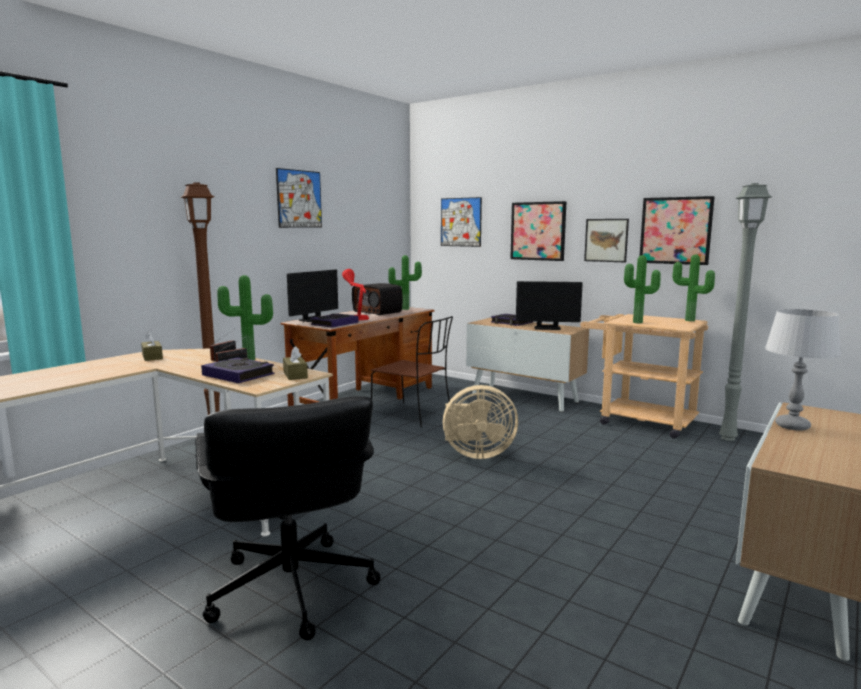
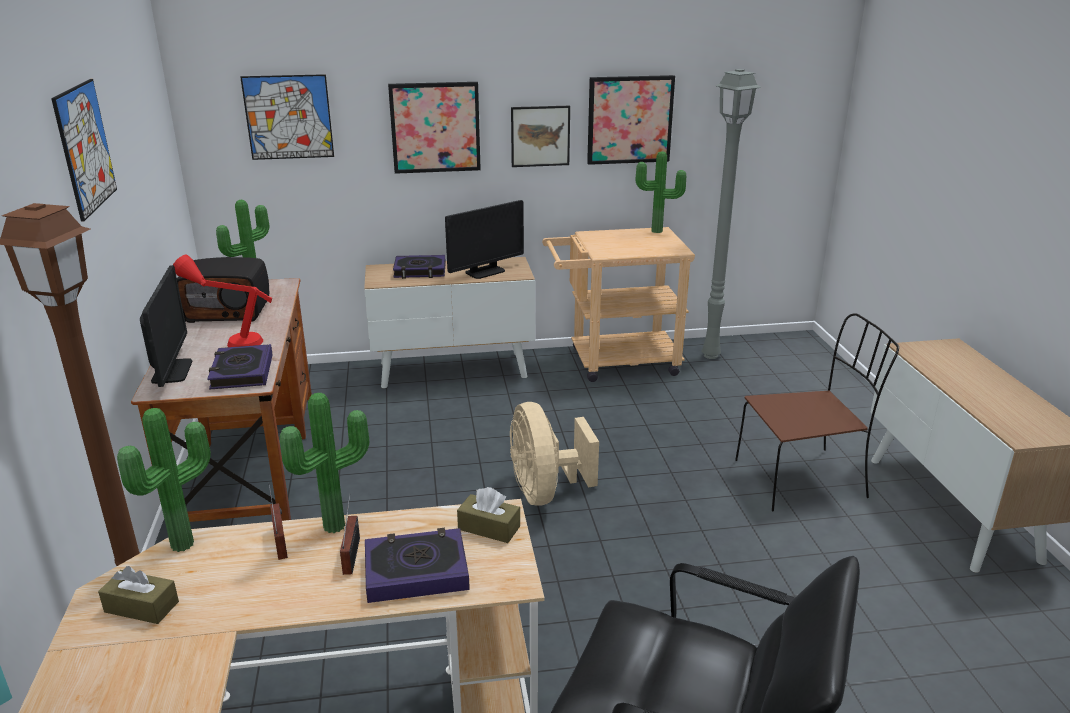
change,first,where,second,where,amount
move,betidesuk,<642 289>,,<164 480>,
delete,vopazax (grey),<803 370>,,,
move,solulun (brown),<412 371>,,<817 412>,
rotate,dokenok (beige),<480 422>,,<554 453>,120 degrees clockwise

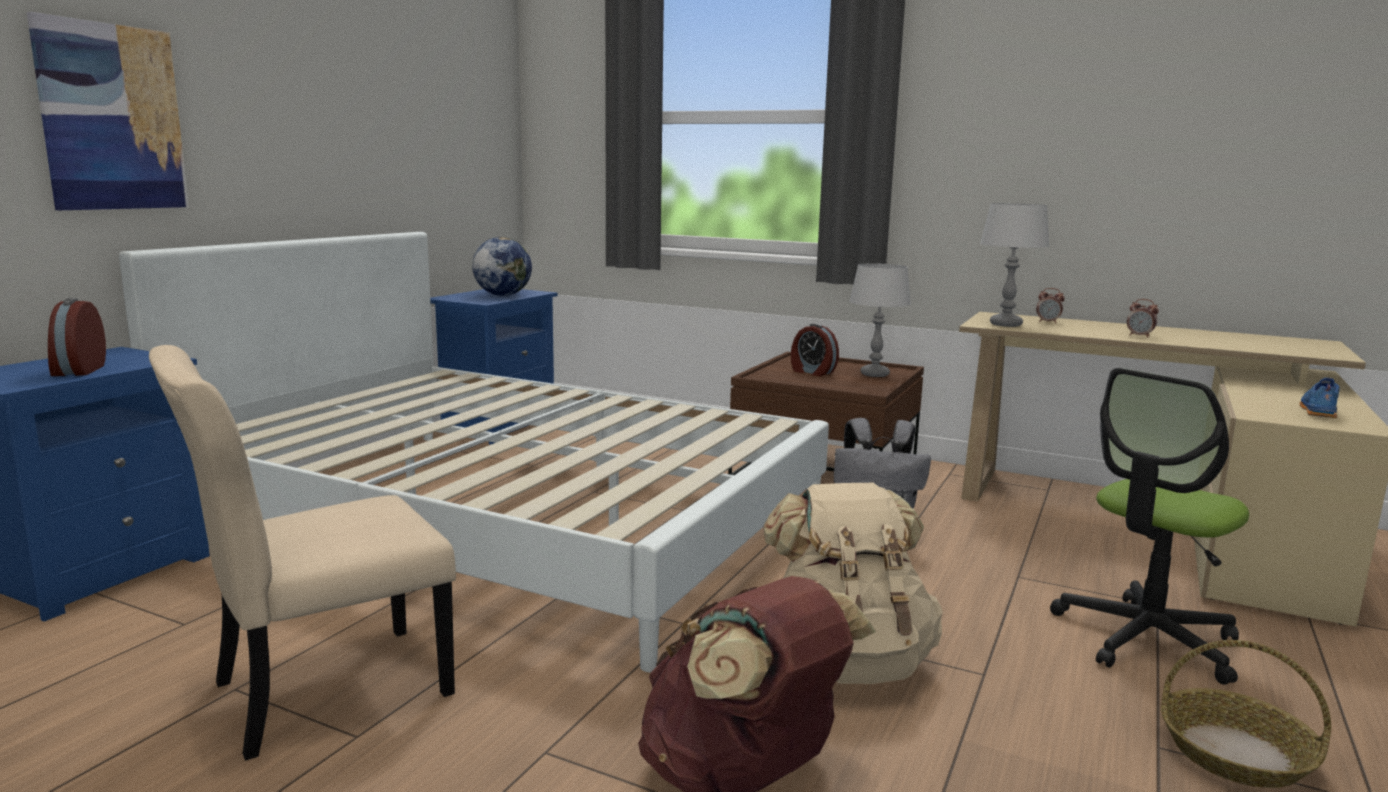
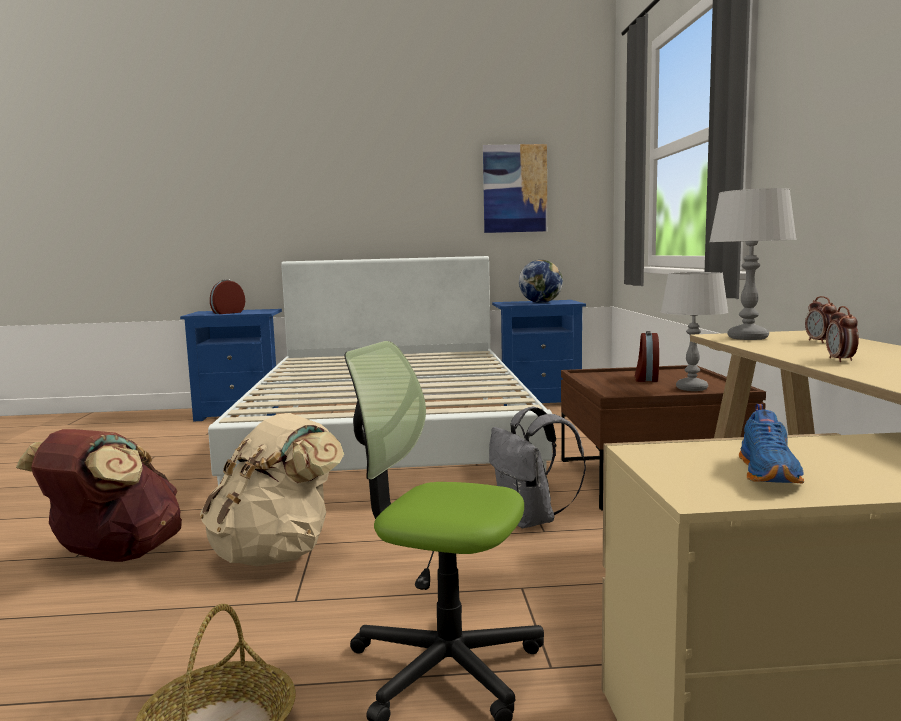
change,first,where,second,where,amount
move,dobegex,<108 111>,,<515 188>,
delete,solulun (beige),<302 553>,,,
rotate,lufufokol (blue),<1319 398>,,<771 443>,105 degrees clockwise

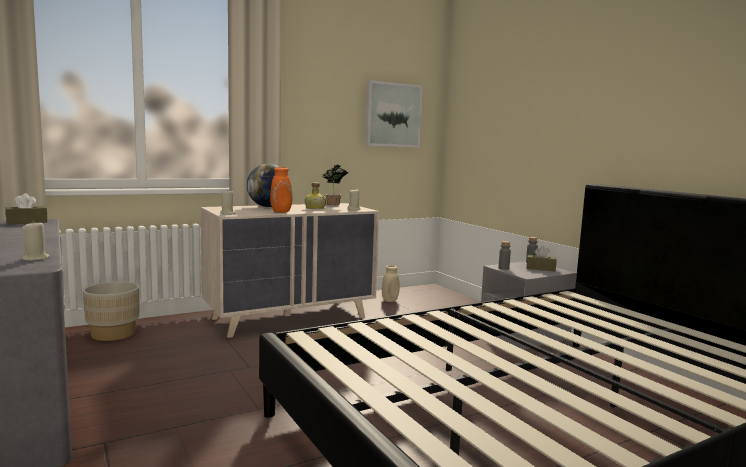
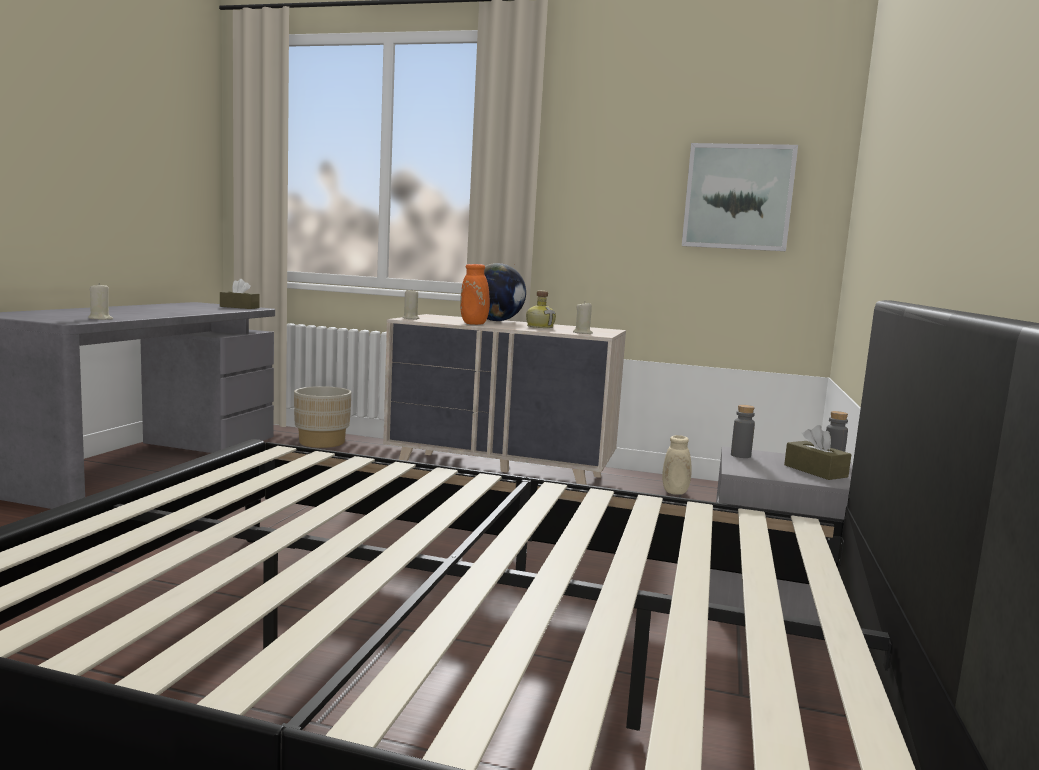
change,first,where,second,where,amount
delete,betidesuk,<336 185>,,,

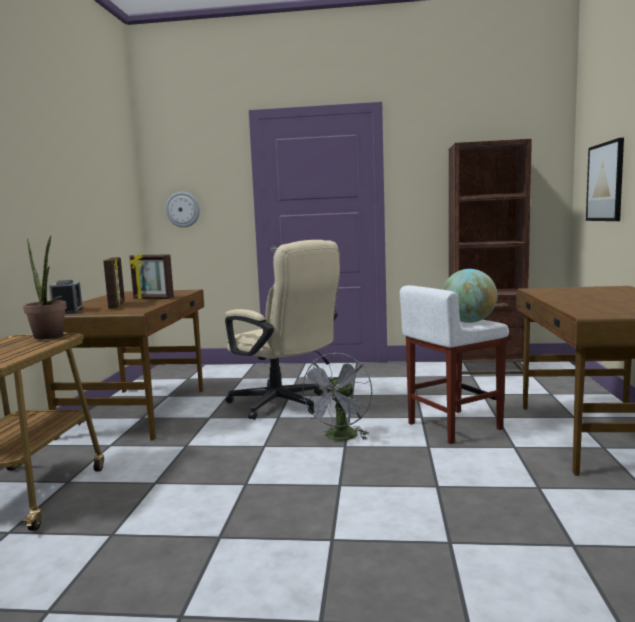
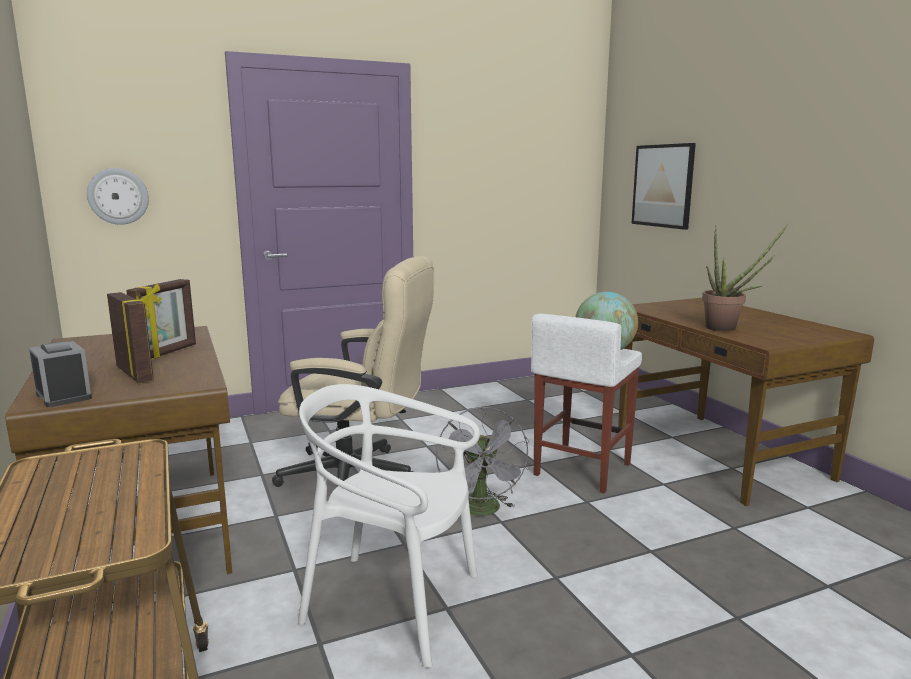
change,first,where,second,where,amount
delete,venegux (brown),<490 257>,,,
move,betidesuk,<45 288>,,<745 277>,
rotate,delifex,<151 276>,,<161 319>,60 degrees counterclockwise
insert,,,solulun (white),<389 526>,

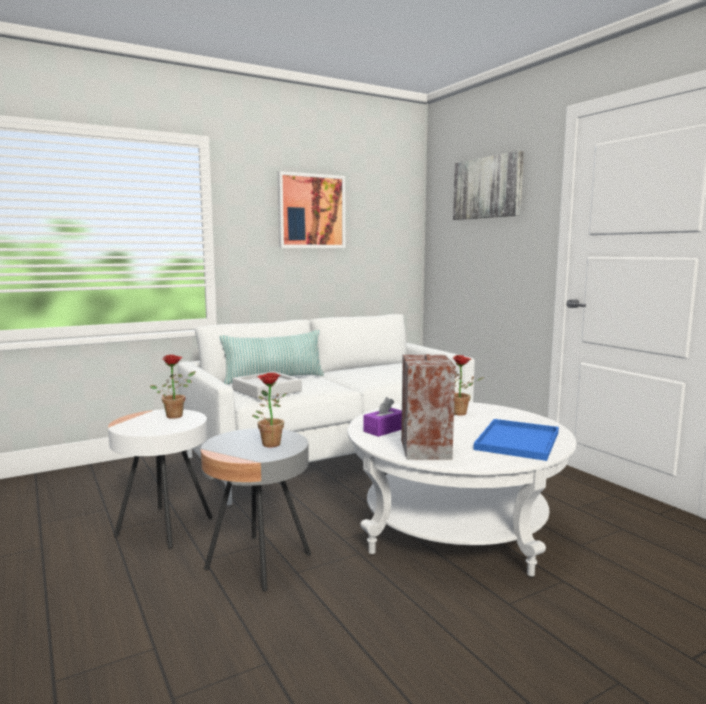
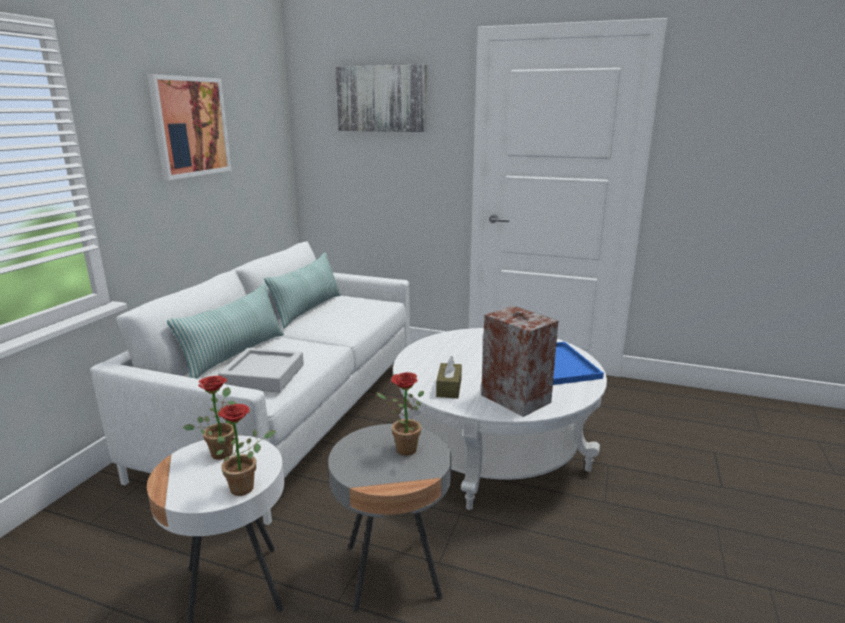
change,first,where,second,where,amount
move,betidesuk,<468 385>,,<246 450>,
recolor,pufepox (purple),<383 417>,pufepox (brown),<449 377>,
insert,,,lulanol,<302 290>,

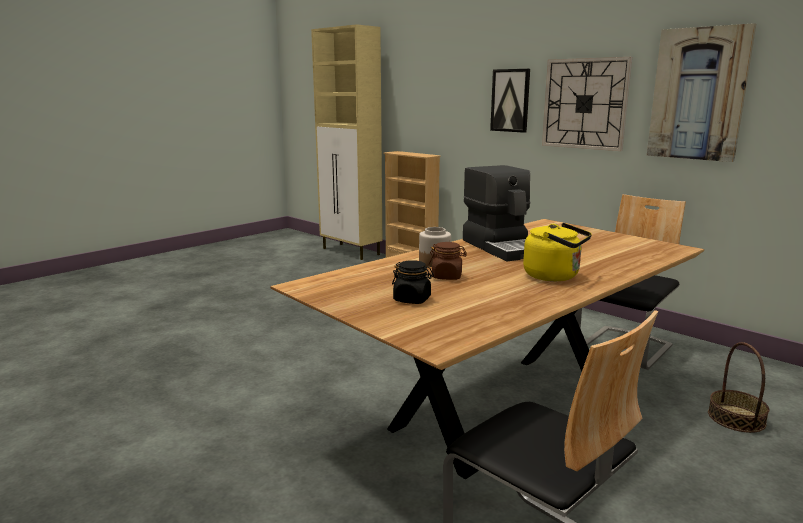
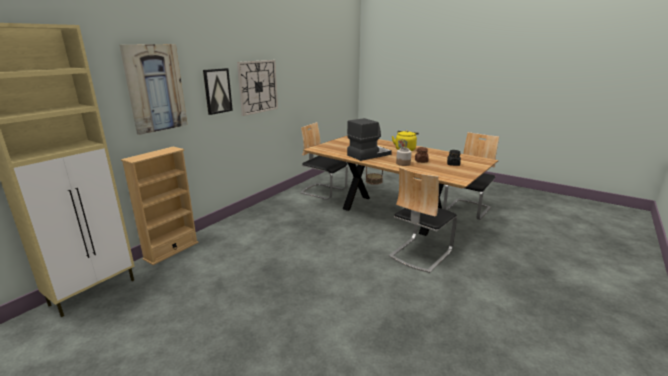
change,first,where,second,where,amount
move,dobegex,<701 92>,,<153 89>,
insert,,,solulun,<423 220>,

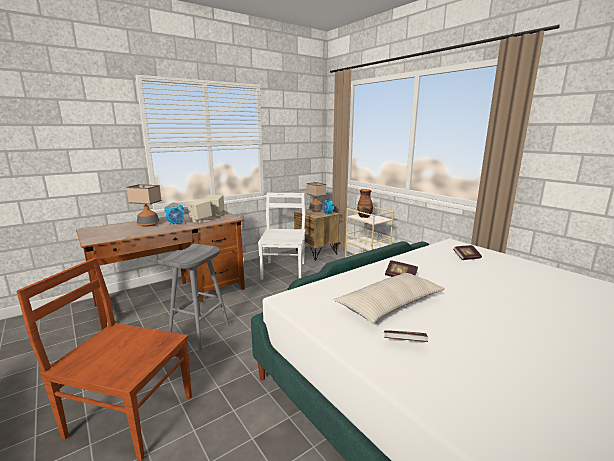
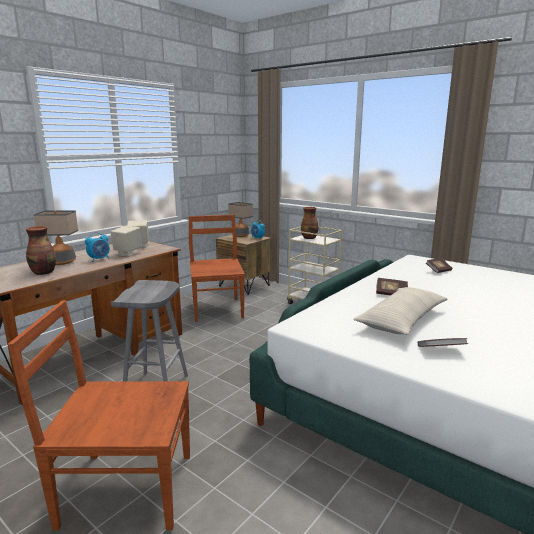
change,first,where,second,where,amount
recolor,solulun (white),<281 236>,solulun (brown),<217 268>,
insert,,,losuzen,<41 250>,

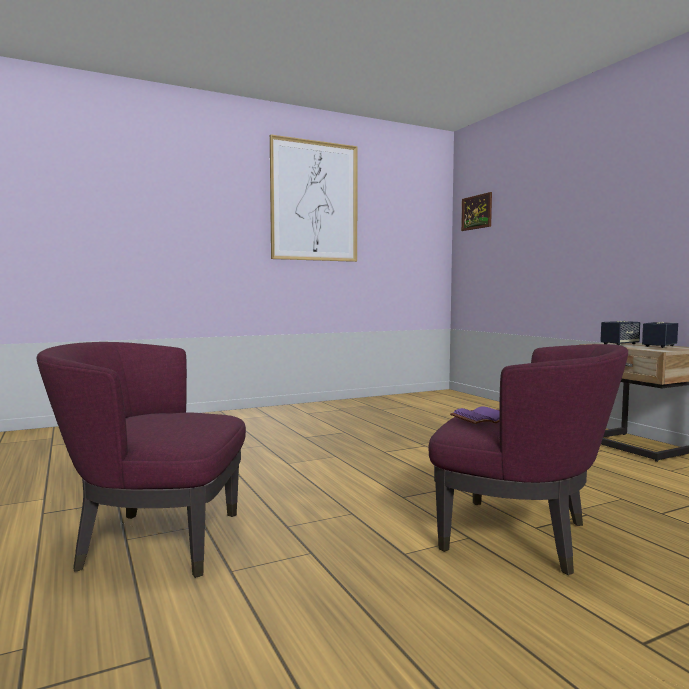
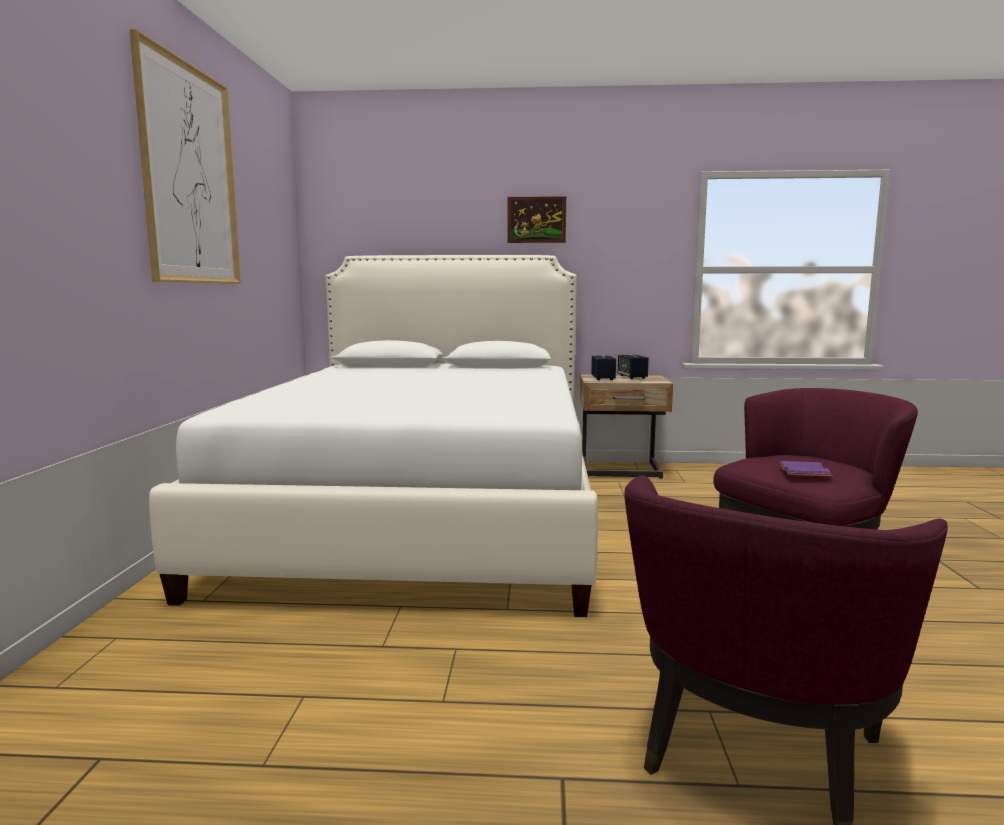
change,first,where,second,where,amount
move,dobegex,<476 211>,,<536 219>,
insert,,,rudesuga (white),<373 436>,

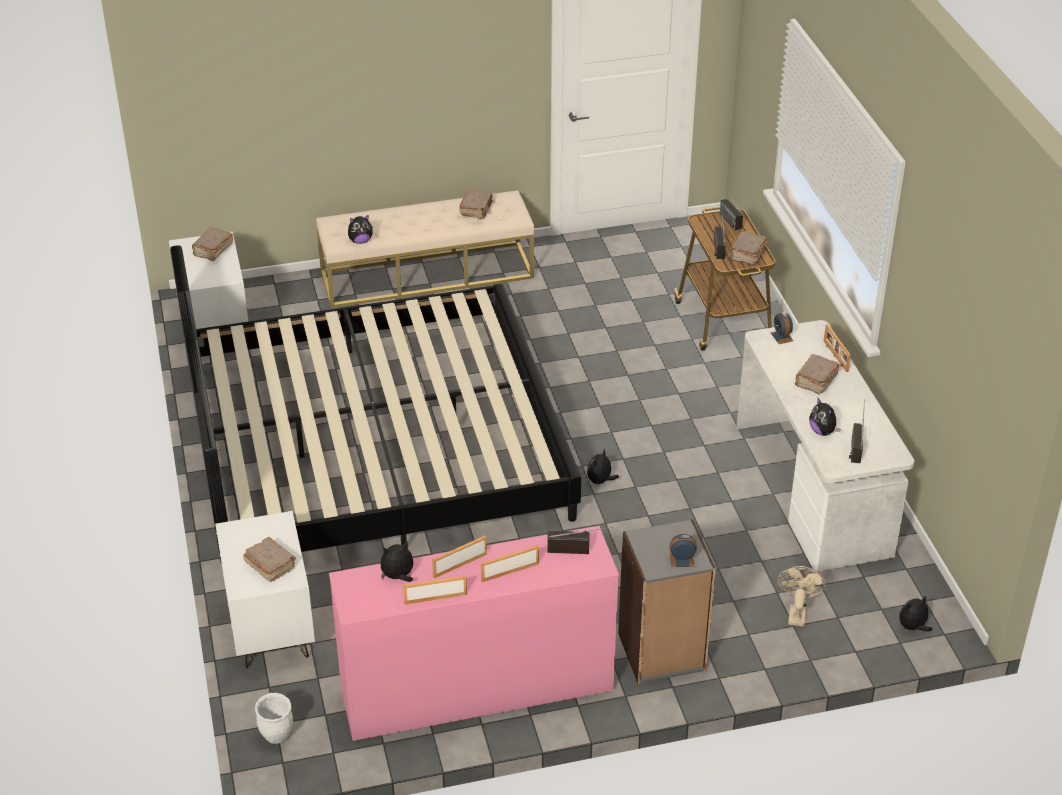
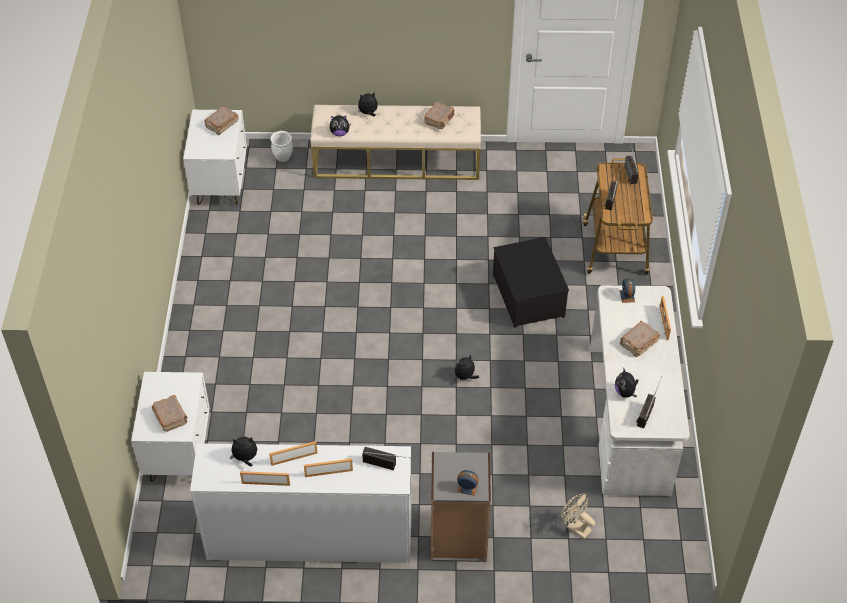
change,first,where,second,where,amount
delete,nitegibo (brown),<748 248>,,,
delete,rudesuga,<375 404>,,,
recolor,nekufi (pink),<474 633>,nekufi (white),<300 503>,
rotate,dokenok (beige),<802 596>,,<578 516>,75 degrees counterclockwise
move,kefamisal,<915 613>,,<368 104>,
move,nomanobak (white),<274 718>,,<282 146>,
insert,,,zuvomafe,<531 282>,

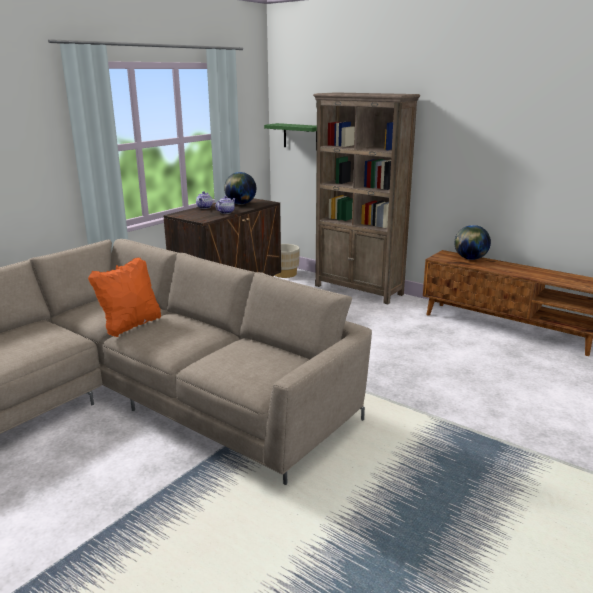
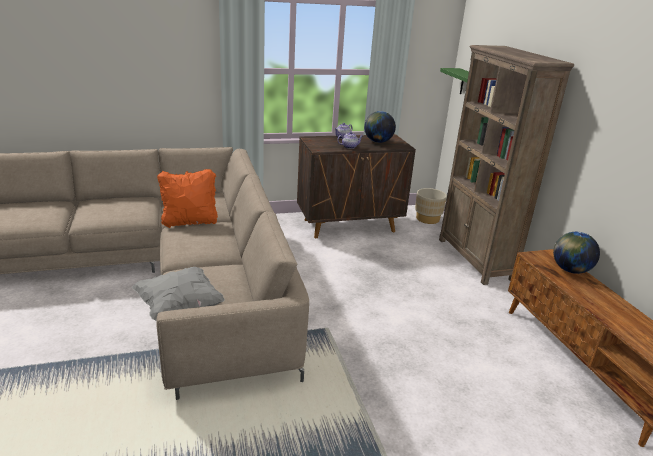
change,first,where,second,where,amount
insert,,,lulanol (grey),<178 293>,

